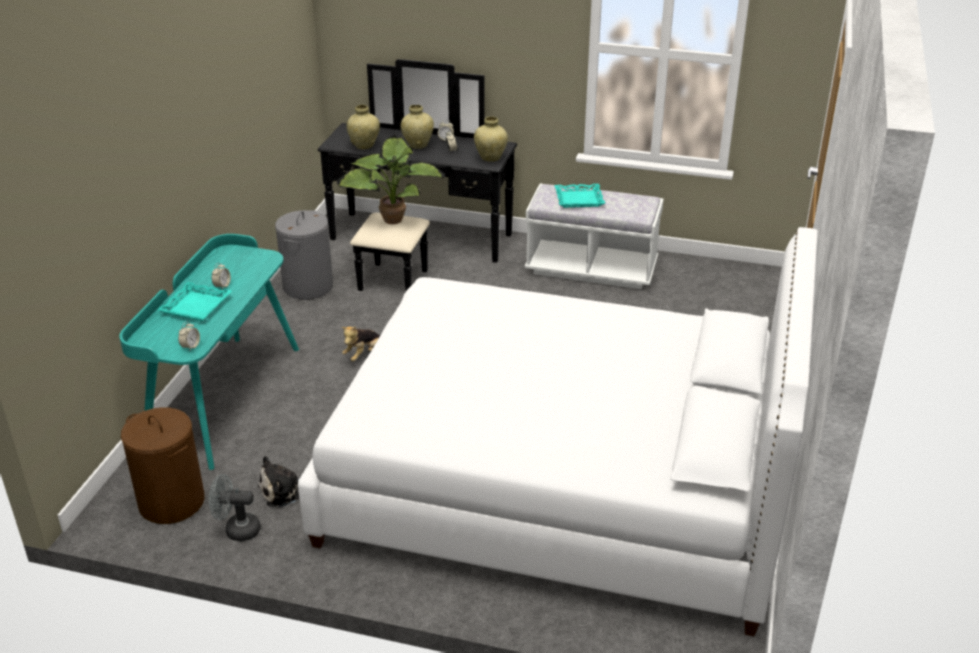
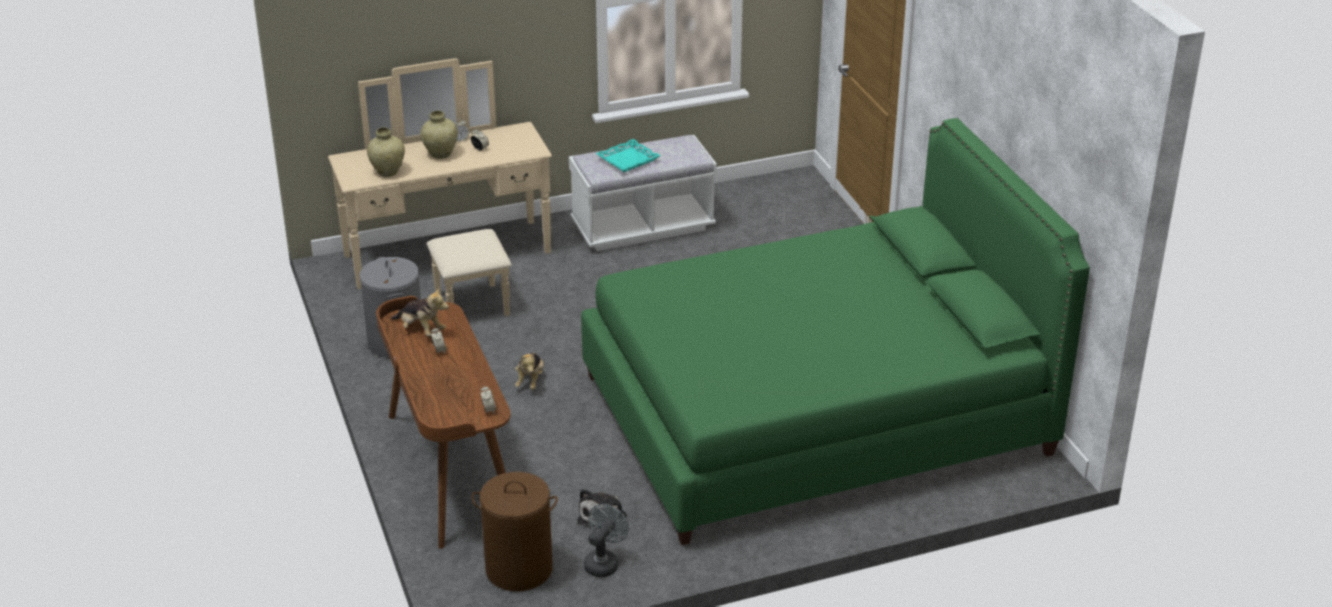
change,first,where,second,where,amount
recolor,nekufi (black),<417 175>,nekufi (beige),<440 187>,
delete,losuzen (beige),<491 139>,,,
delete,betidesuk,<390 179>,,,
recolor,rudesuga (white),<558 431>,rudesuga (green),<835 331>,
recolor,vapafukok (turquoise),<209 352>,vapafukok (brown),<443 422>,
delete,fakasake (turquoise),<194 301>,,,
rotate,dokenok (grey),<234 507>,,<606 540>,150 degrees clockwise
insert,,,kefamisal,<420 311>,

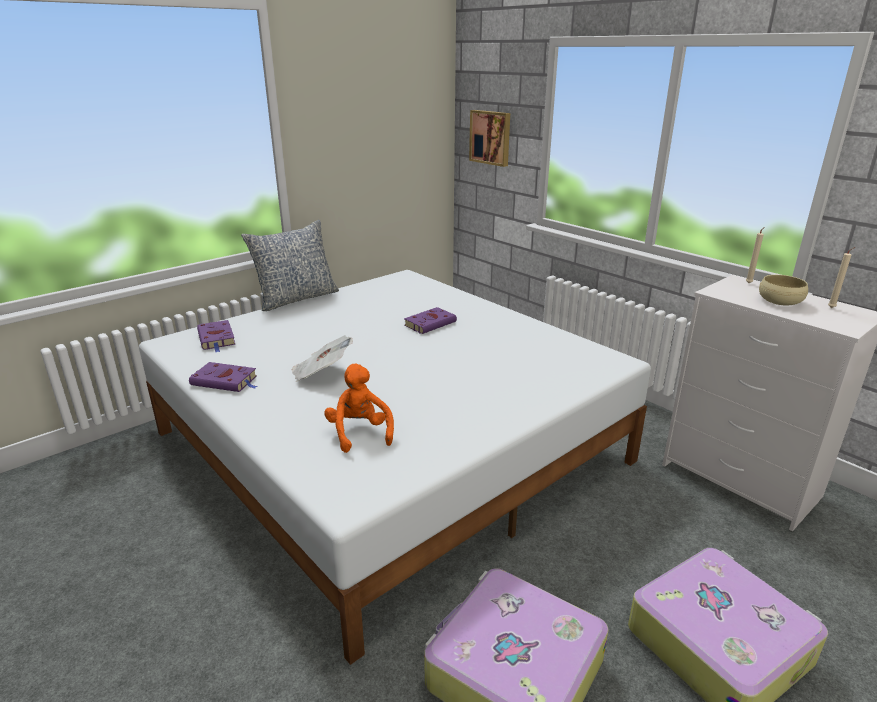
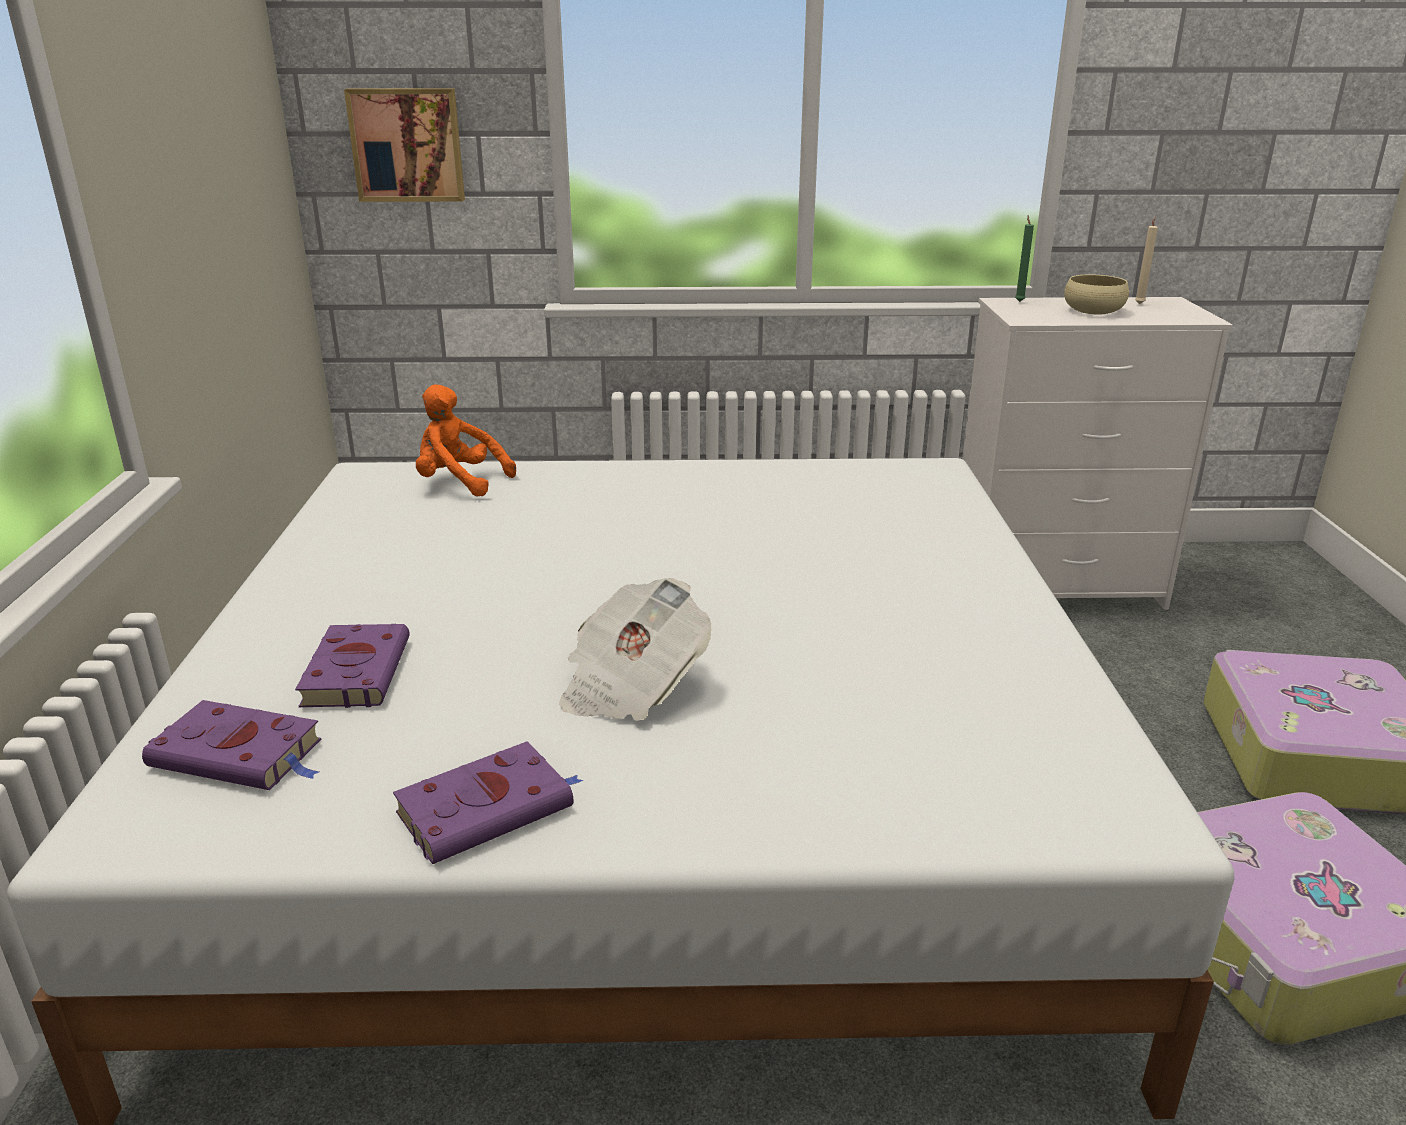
change,first,where,second,where,amount
delete,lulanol,<290 265>,,,
recolor,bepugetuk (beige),<755 255>,bepugetuk (green),<1024 258>,
move,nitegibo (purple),<430 320>,,<352 666>,
move,kefamisal (orange),<359 408>,,<466 440>,

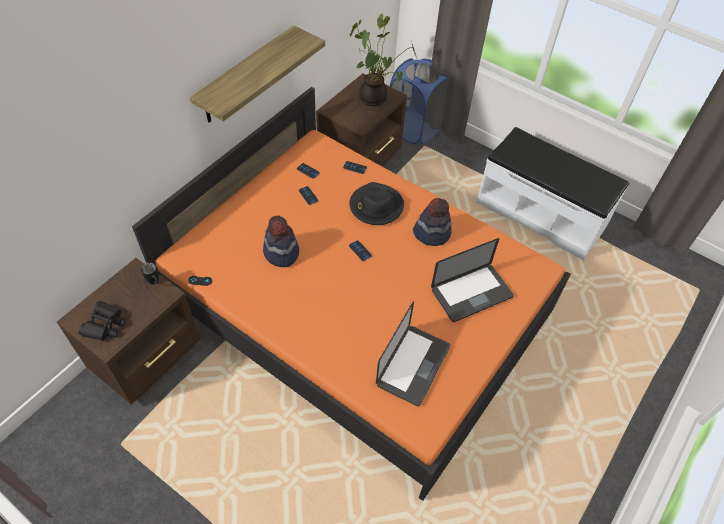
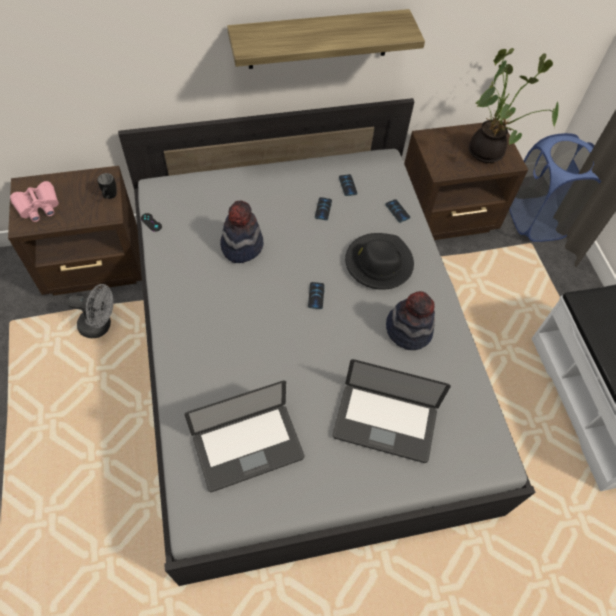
change,first,where,second,where,amount
recolor,rudesuga (orange),<351 294>,rudesuga (grey),<327 342>,
recolor,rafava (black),<102 321>,rafava (pink),<34 201>,
insert,,,dokenok (grey),<90 311>,

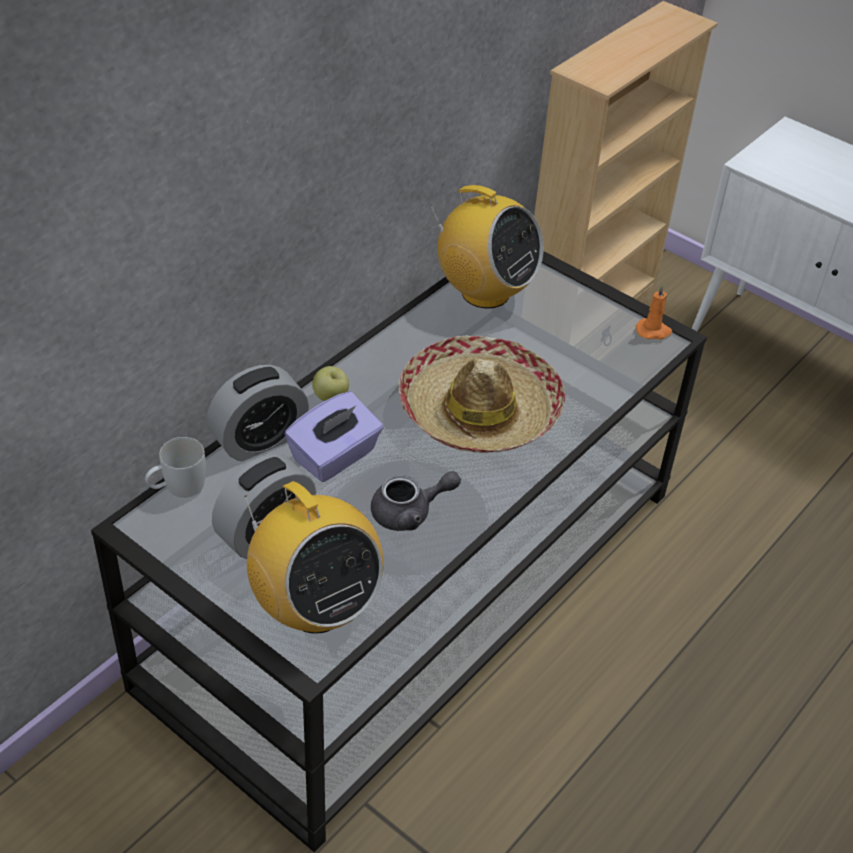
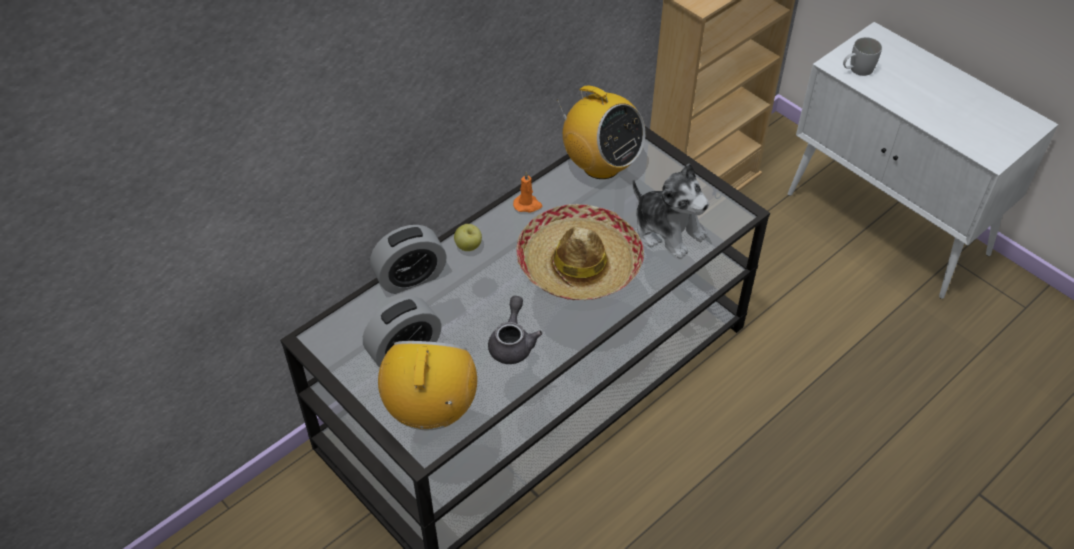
change,first,where,second,where,amount
move,bepugetuk (orange),<654 311>,,<527 192>,
delete,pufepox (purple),<333 437>,,,
move,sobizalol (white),<175 467>,,<862 56>,
rotate,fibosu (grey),<416 501>,,<515 330>,75 degrees counterclockwise
rotate,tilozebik,<314 557>,,<427 385>,150 degrees counterclockwise
insert,,,kefamisal,<670 211>,

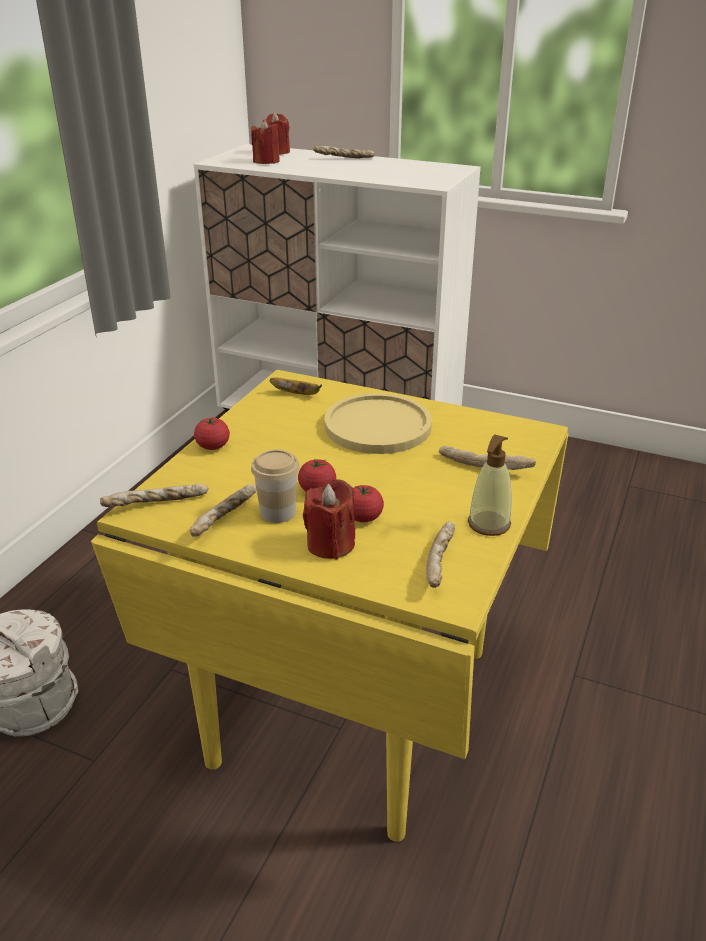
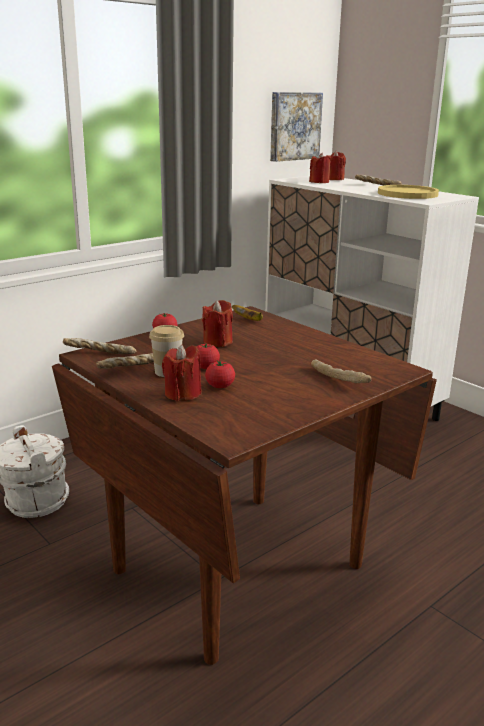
change,first,where,second,where,amount
recolor,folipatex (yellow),<330 606>,folipatex (brown),<244 485>,
move,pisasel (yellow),<378 423>,,<408 192>,
delete,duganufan,<490 485>,,,
delete,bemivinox,<440 554>,,,
insert,,,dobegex,<296 127>,
insert,,,bepugetuk (red),<217 323>,

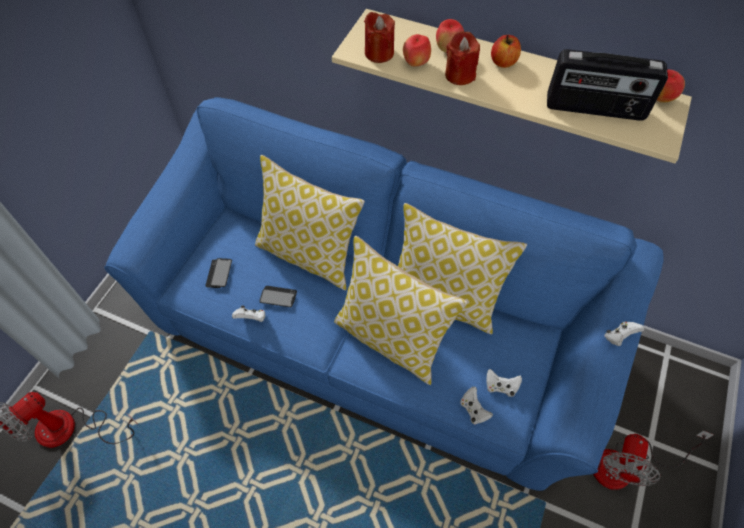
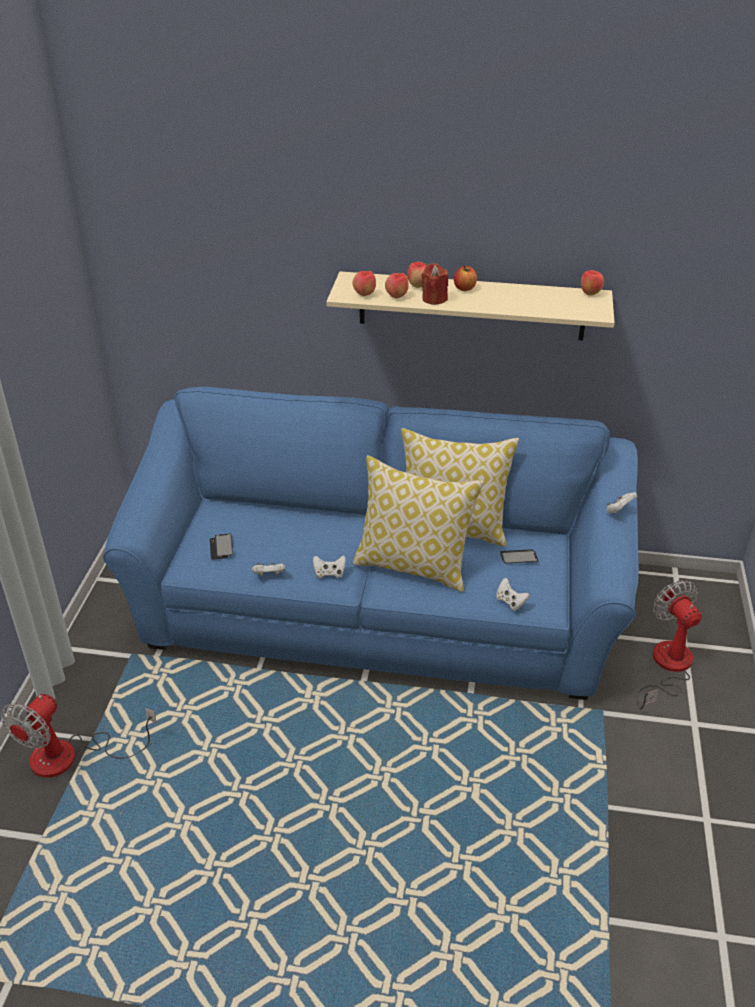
change,first,where,second,where,amount
replace,bepugetuk (red),<379 37>,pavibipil,<364 283>,
delete,tilozebik,<607 85>,,,
delete,lulanol,<310 223>,,,
move,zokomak,<278 296>,,<519 556>,
move,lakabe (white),<504 383>,,<329 566>,
rotate,dokenok,<653 460>,,<669 644>,150 degrees clockwise

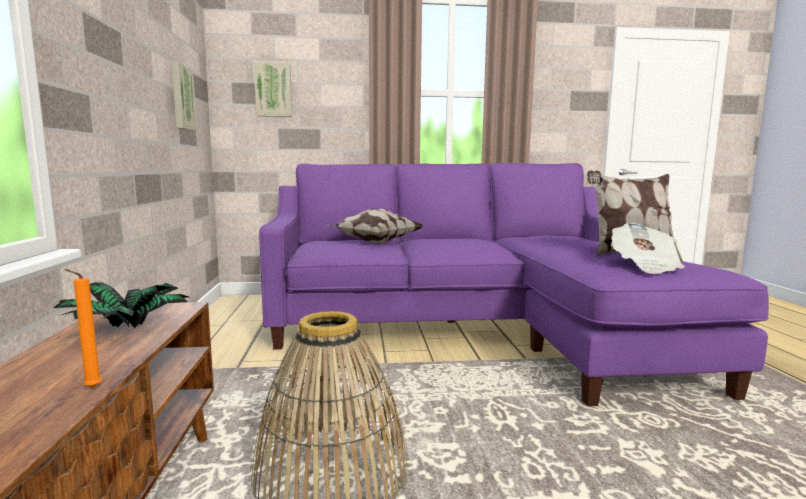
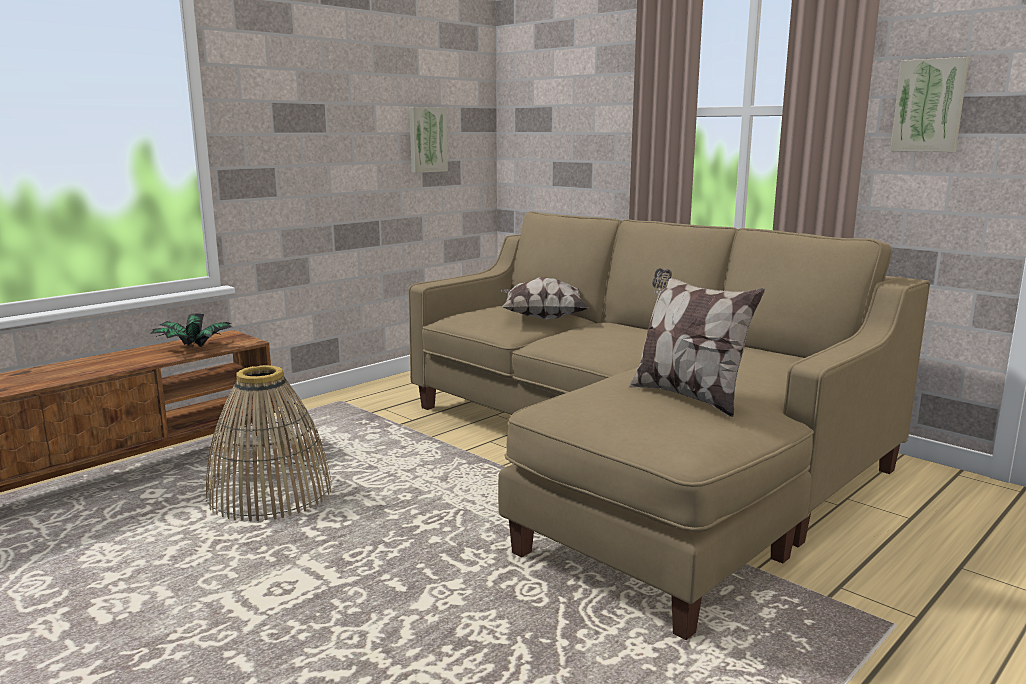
change,first,where,second,where,amount
move,dobegex,<273 89>,,<929 104>,
recolor,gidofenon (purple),<514 284>,gidofenon (beige),<669 425>,
delete,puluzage,<648 248>,,,
delete,bepugetuk (orange),<83 328>,,,

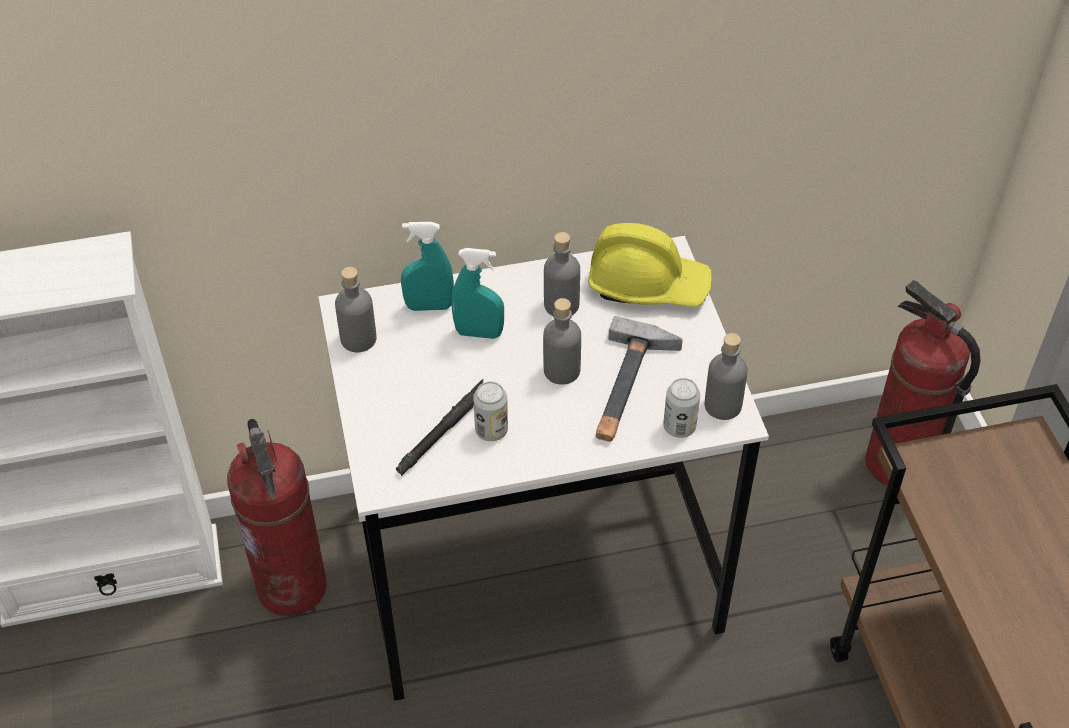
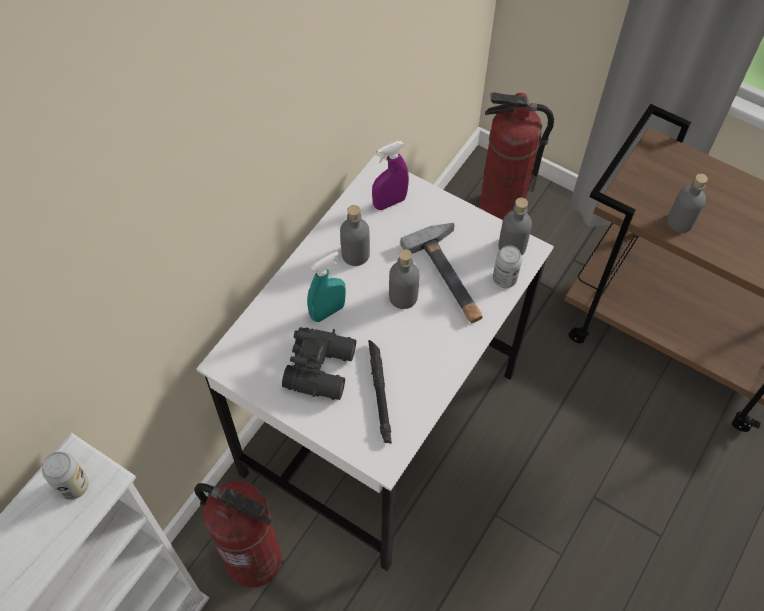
change,first,where,second,where,amount
delete,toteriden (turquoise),<427 266>,,,
replace,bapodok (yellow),<650 265>,toteriden (purple),<390 175>,
move,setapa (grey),<356 309>,,<687 203>,
move,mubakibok,<490 411>,,<65 476>,
insert,,,rafava (black),<319 363>,

